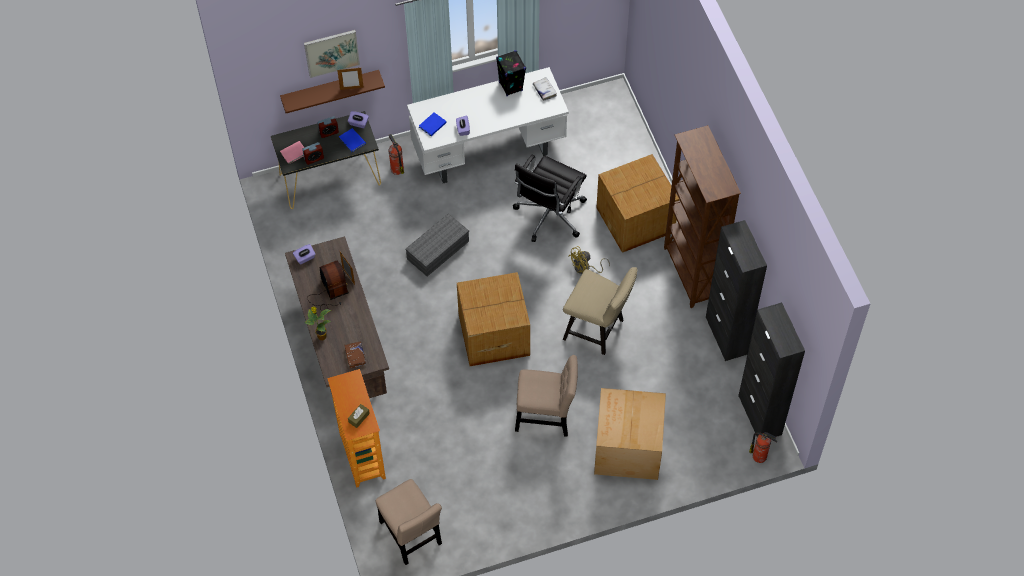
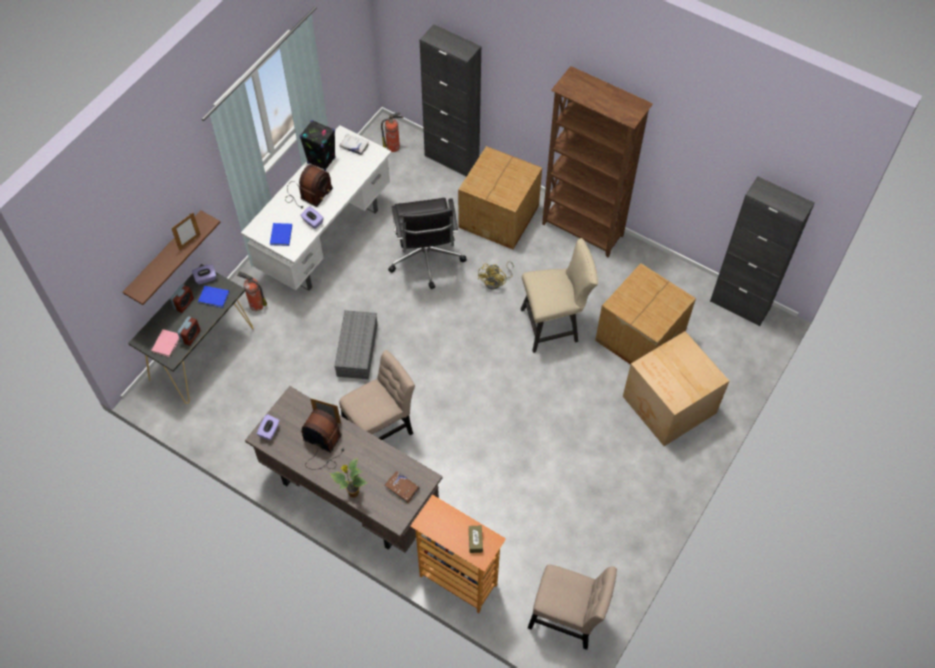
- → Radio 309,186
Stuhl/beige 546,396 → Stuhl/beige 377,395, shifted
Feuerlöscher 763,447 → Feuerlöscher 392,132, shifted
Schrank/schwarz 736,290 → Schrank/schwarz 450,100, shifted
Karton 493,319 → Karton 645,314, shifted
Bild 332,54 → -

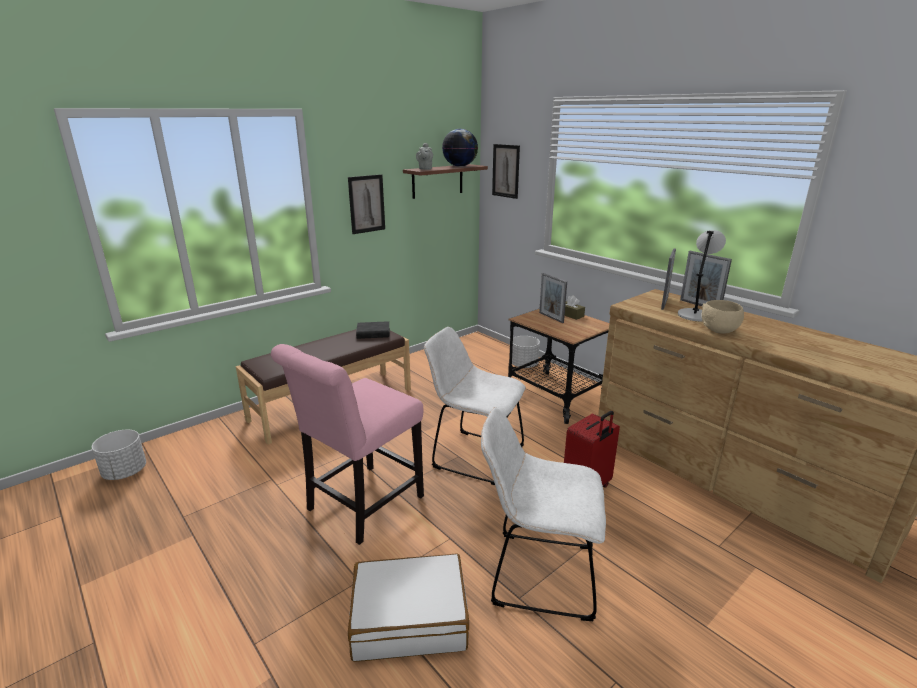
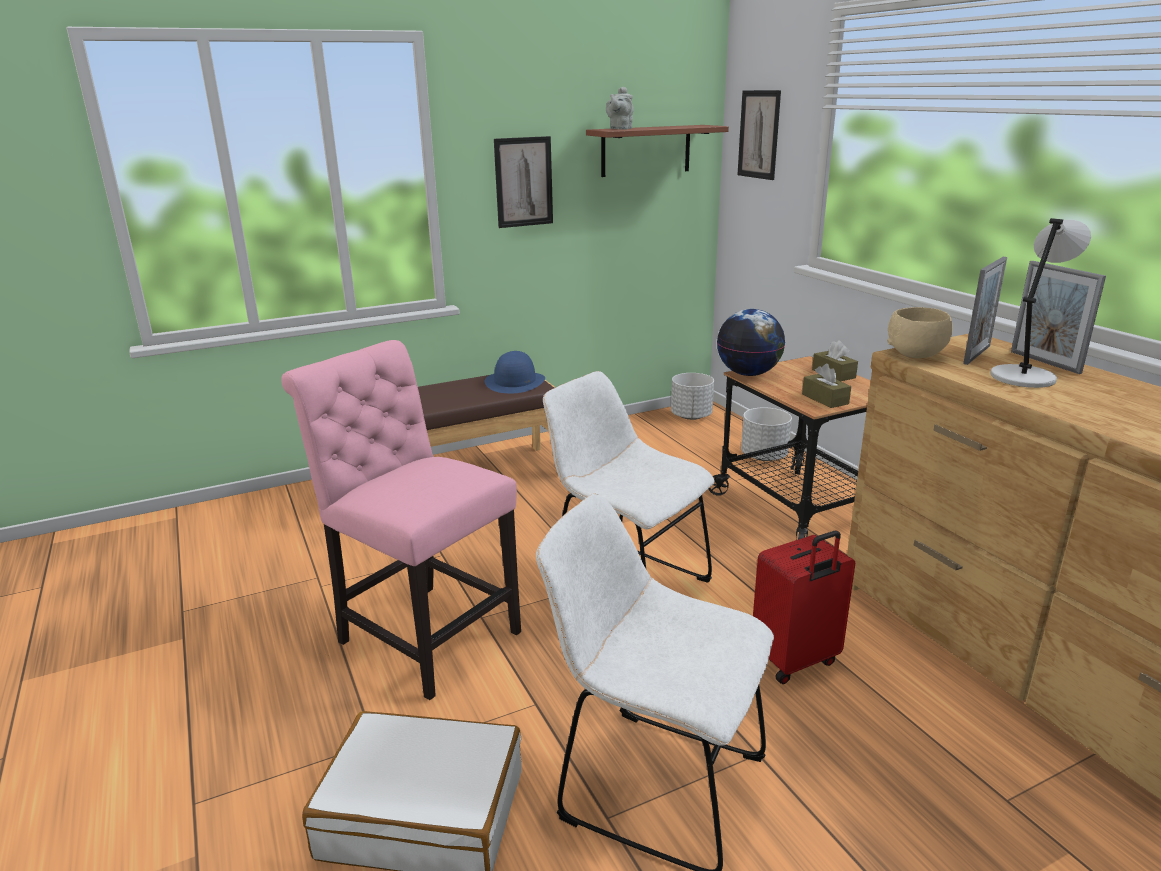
Stuhl/rosa 347,444 → Stuhl/rosa 401,520, 75 degrees clockwise
Buch/schwarz 373,330 → Hut/blau 515,372
Pflanzkübel/weiß 119,455 → Pflanzkübel/weiß 692,396, shifted
Globus 460,148 → Globus 751,342, shifted
- → Taschentuchbox/braun 826,386
Schüssel/beige 722,317 → Schüssel/beige 920,332, shifted
Bilderrahmen 553,298 → -

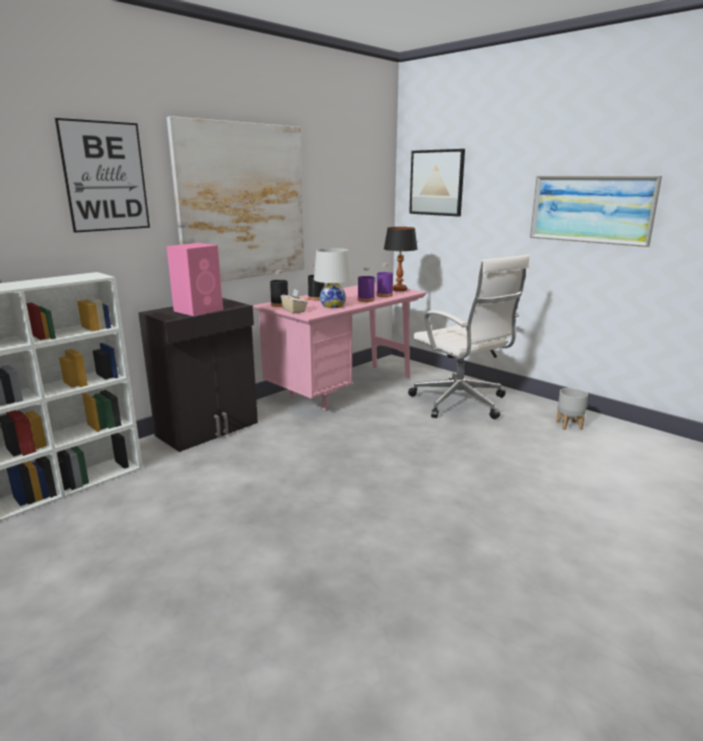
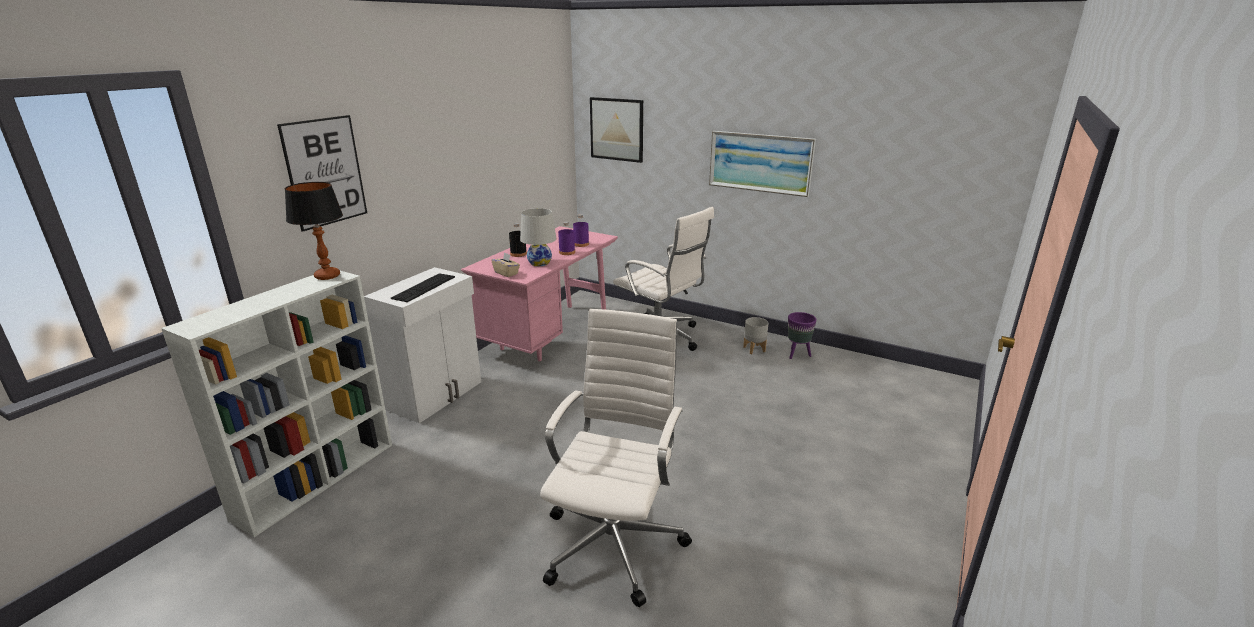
Tischlampe 401,259 → Tischlampe 314,231, shifted
Schrank/schwarz 198,375 → Schrank/weiß 422,345
Lautsprecher/rosa 195,279 → Tastatur 423,287
- → Bürostuhl/weiß 616,458
- → Pflanzkübel/lila 802,335
Bild 235,199 → -
Flasche/schwarz 279,288 → -

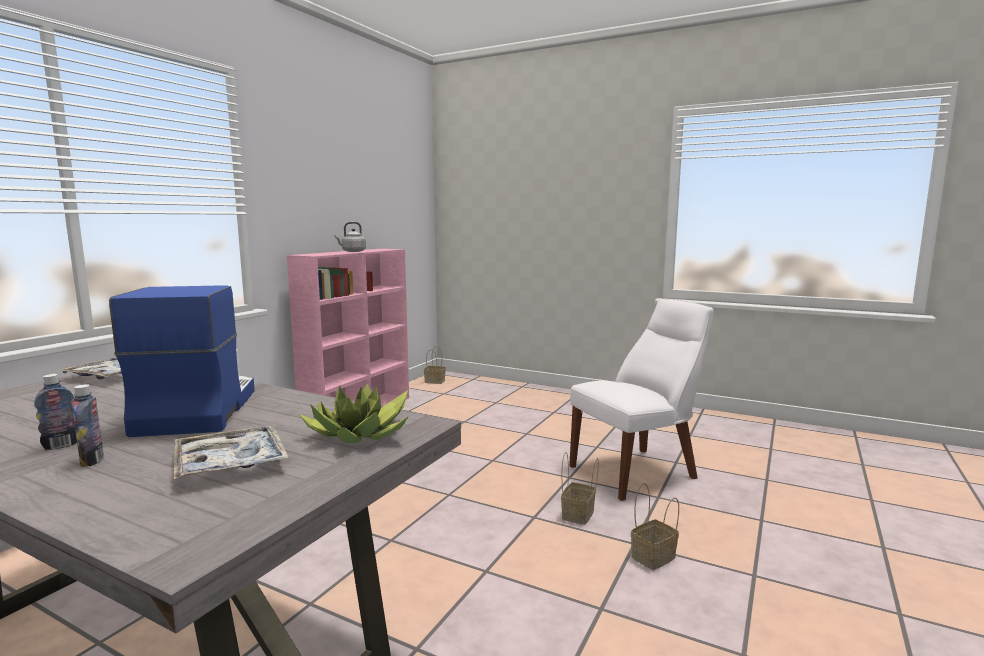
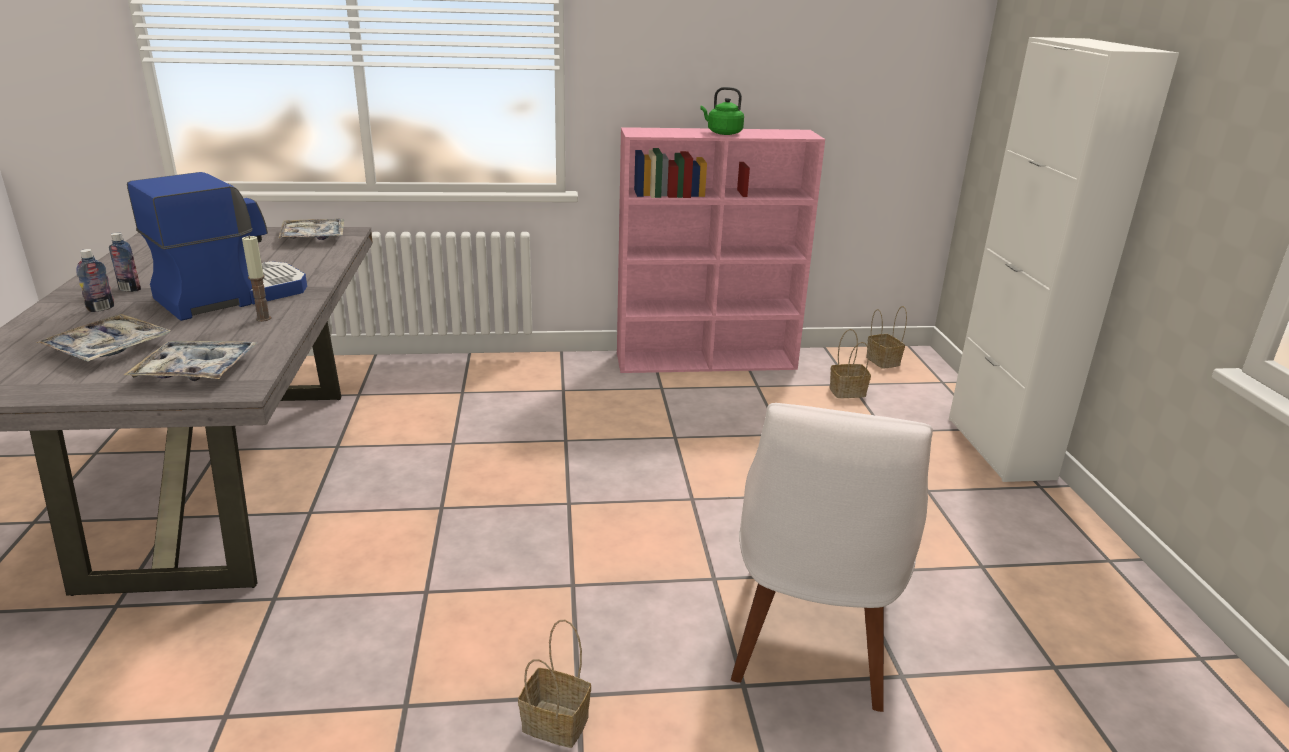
Topfpflanze 354,413 → Tablett 190,361
- → Kerze 256,278
Wasserkessel/grau 350,237 → Wasserkessel/grün 722,111
Stuhl/weiß 641,400 → Stuhl/weiß 832,557, 75 degrees clockwise
Korb 580,488 → Korb 850,363, shifted
- → Schrank/weiß 1064,259

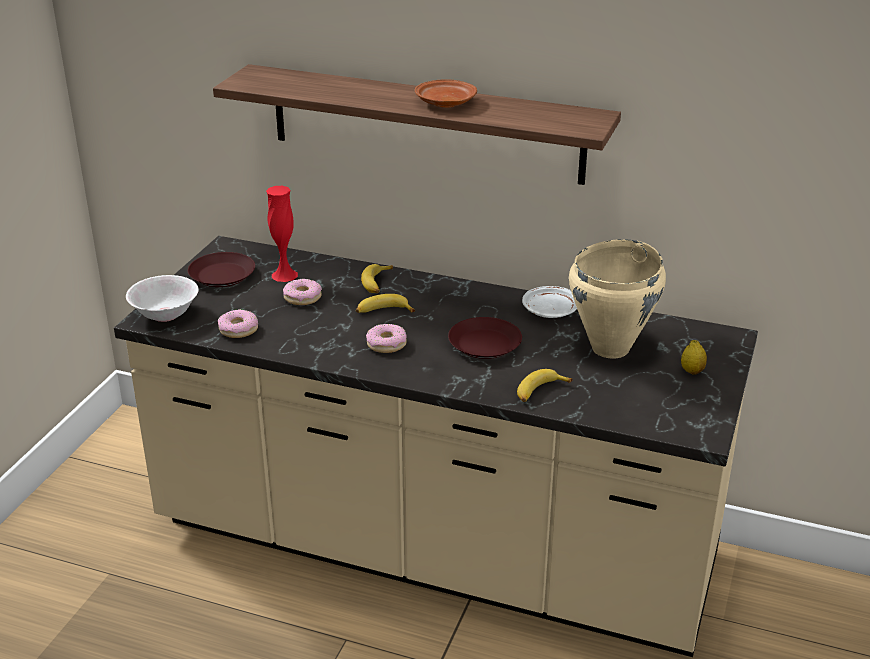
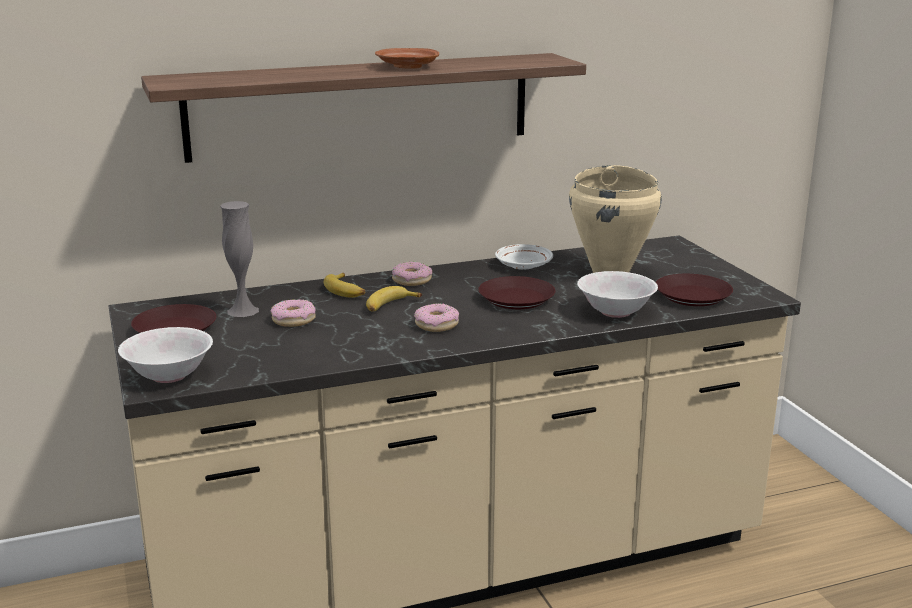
Vase/rot 282,234 → Vase/grau 239,259
Donut 238,323 → Donut 412,274, shifted
Banane 545,385 → Schüssel/weiß 617,294
- → Teller/braun 694,290
Zitrone 694,357 → -

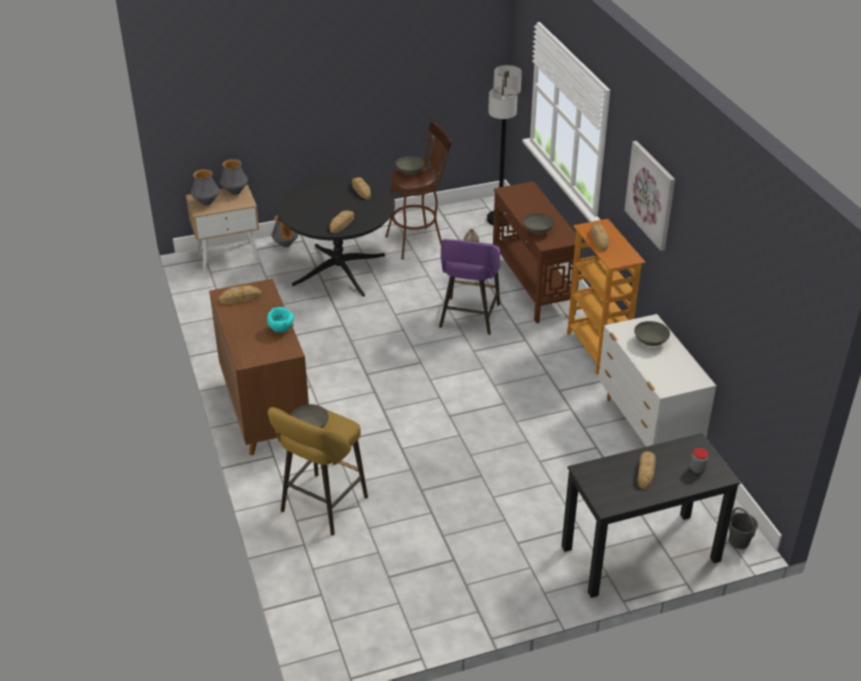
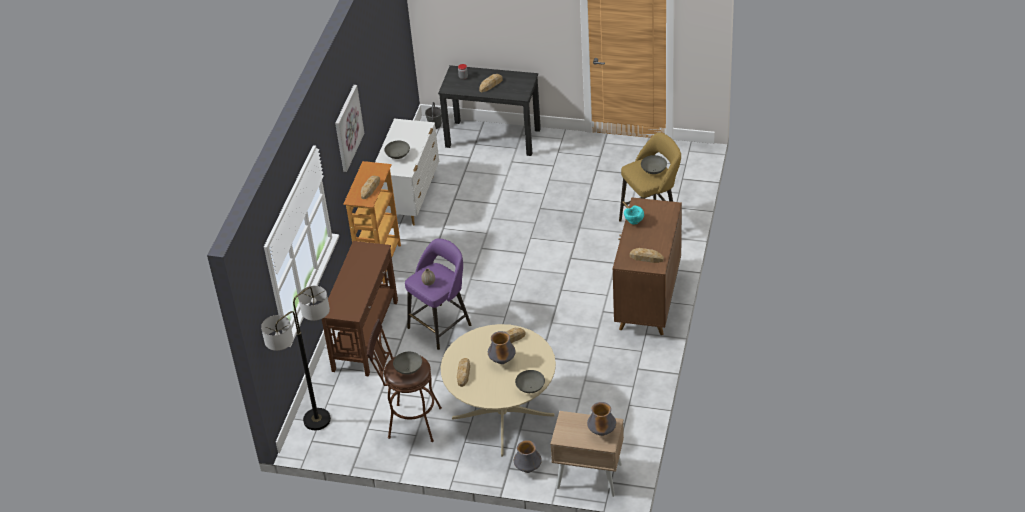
Esstisch/schwarz 336,236 → Esstisch/beige 498,390
Vase 234,177 → Vase 502,347, shifted
Schüssel/grau 538,223 → Schüssel/grau 530,381, shifted

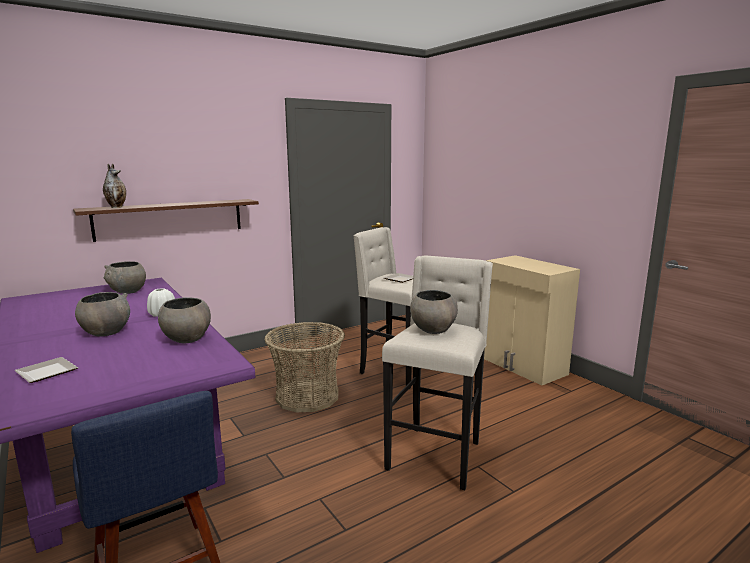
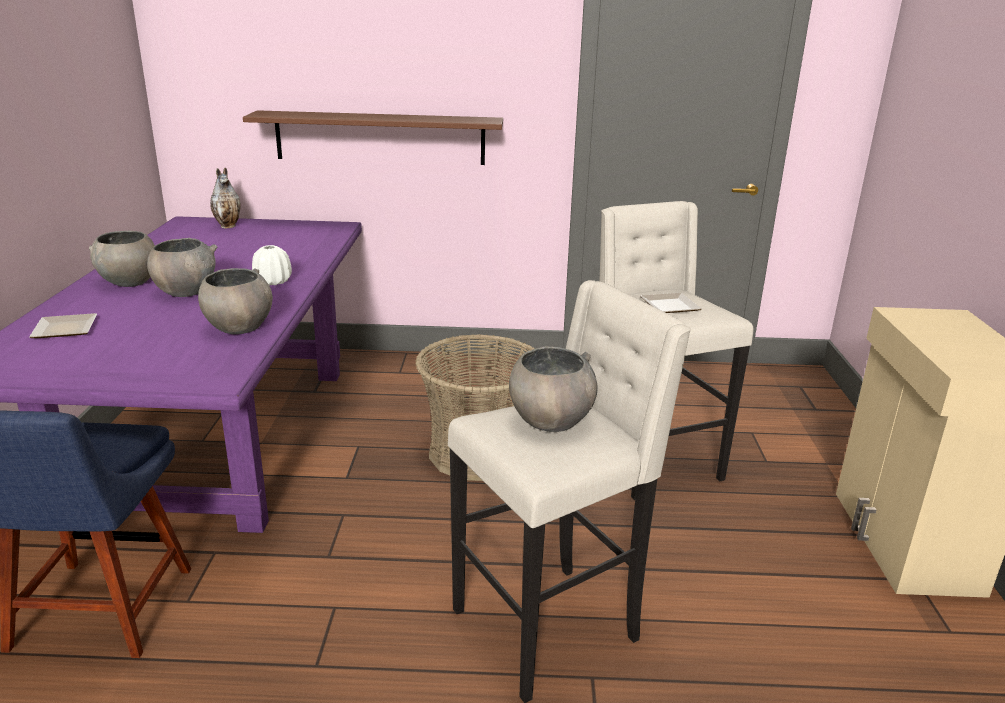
Schüssel/grau 124,277 → Schüssel/grau 122,259, shifted
Vase 114,185 → Vase 225,198, shifted

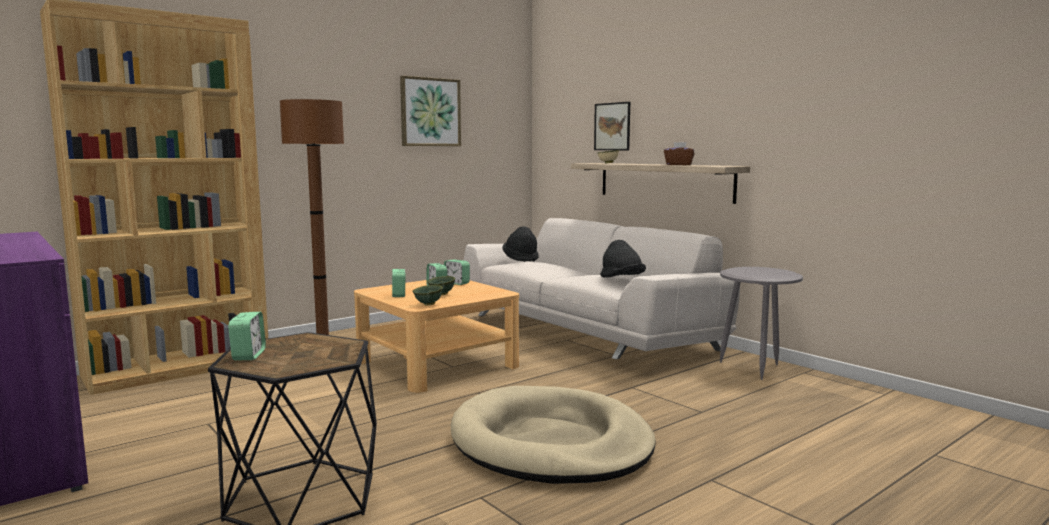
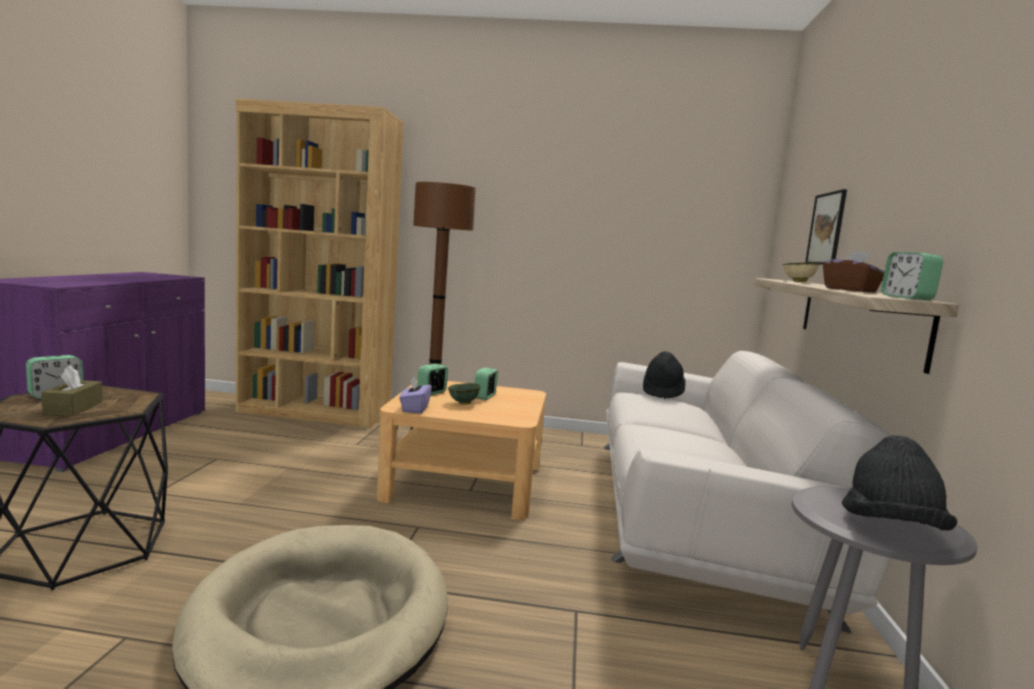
- → Taschentuchbox/braun 71,390
Schüssel/grün 427,295 → Taschentuchbox/lila 415,395
Hut/schwarz 623,259 → Hut/schwarz 900,483, shifted
Wecker 457,272 → Wecker 912,276, shifted
Bild 430,111 → -

